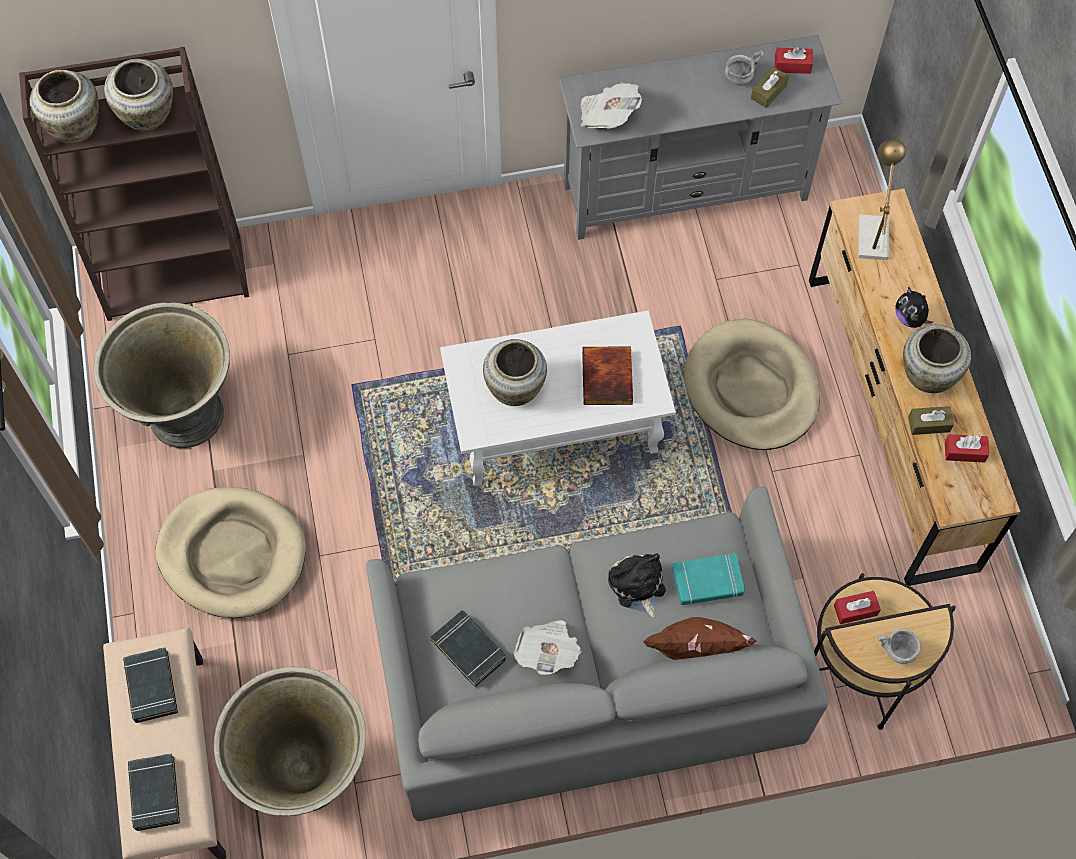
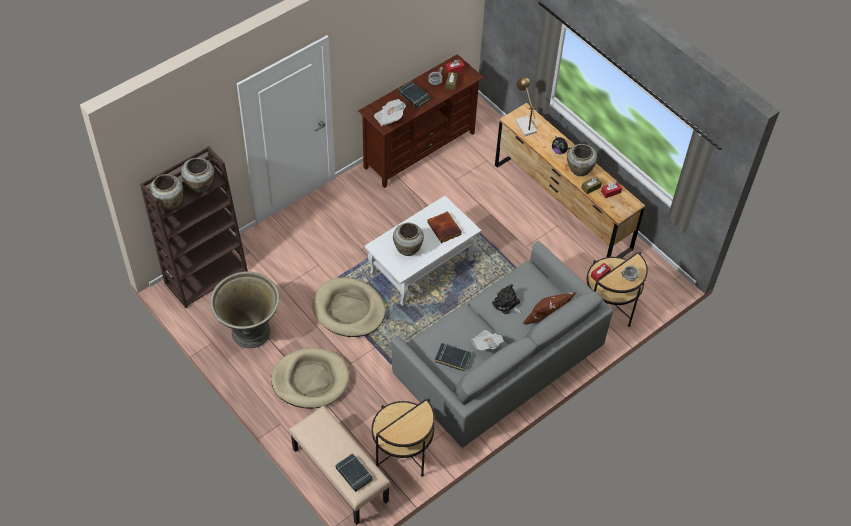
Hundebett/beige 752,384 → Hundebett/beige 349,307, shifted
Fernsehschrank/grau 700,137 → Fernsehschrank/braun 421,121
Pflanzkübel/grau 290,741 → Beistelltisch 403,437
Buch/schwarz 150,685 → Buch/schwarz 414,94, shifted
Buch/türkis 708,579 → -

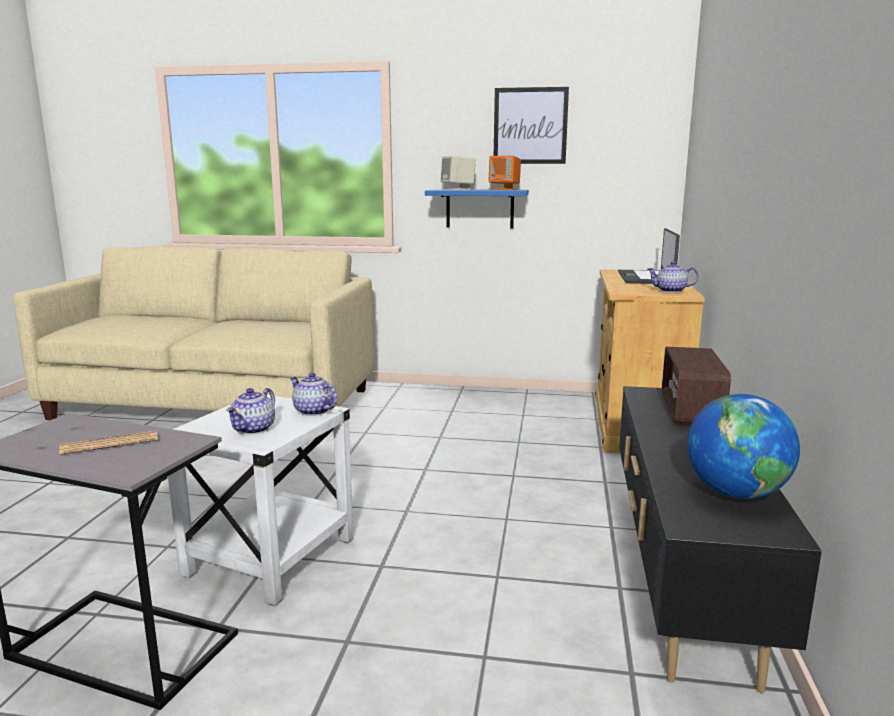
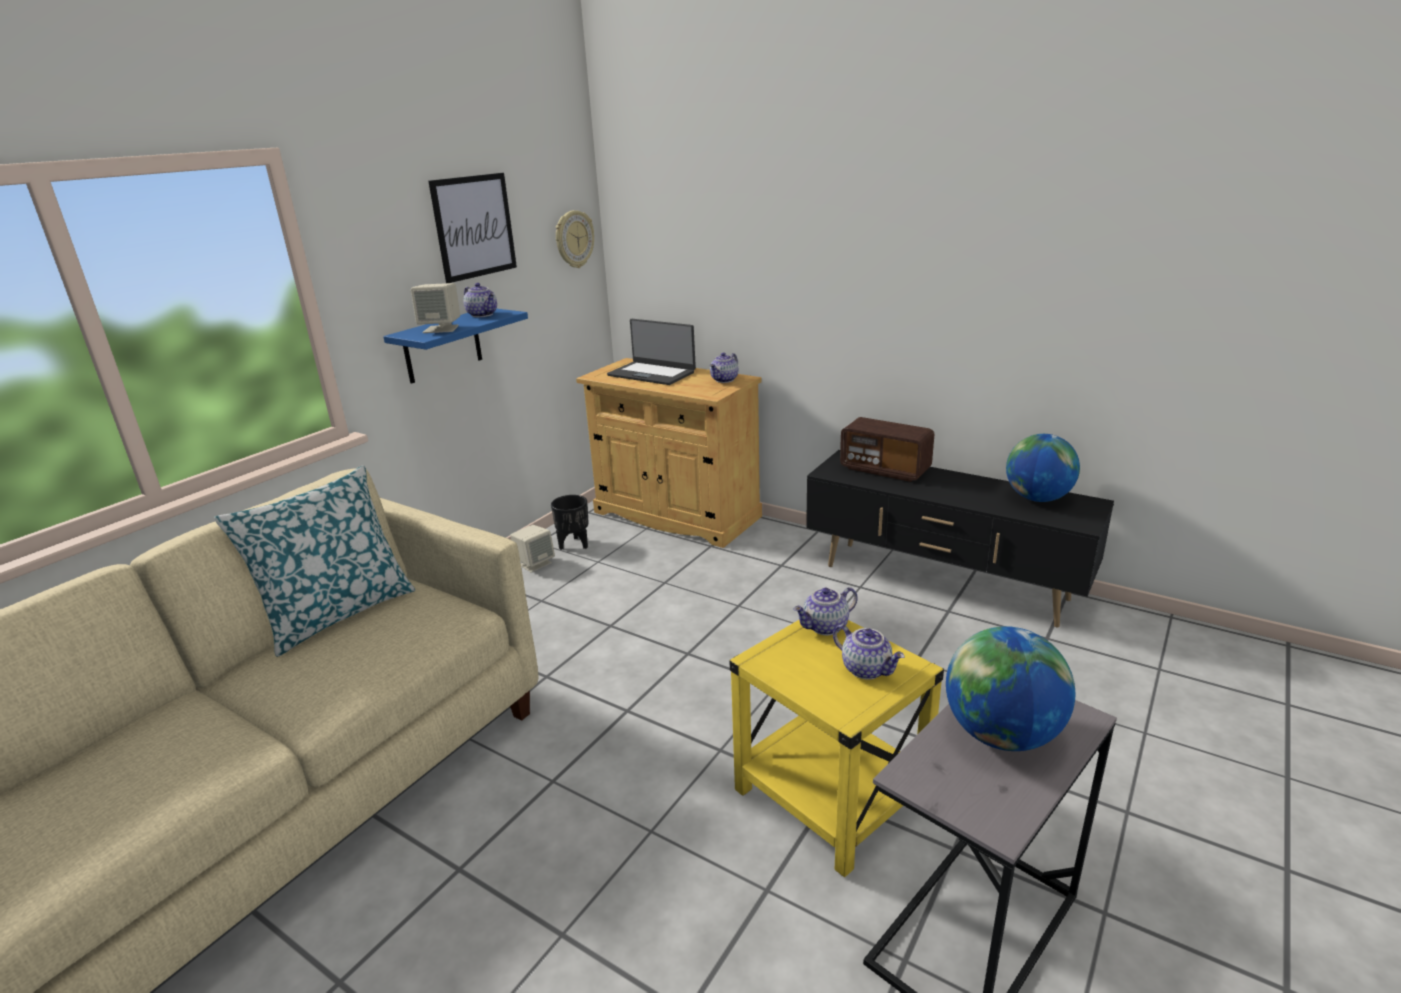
- → Kissen 314,561
Lautsprecher/orange 504,173 → Teekanne 480,300
- → Lautsprecher/beige 532,549
- → Pflanzkübel/schwarz 570,522
- → Wanduhr 575,239
Beistelltisch/weiß 261,500 → Beistelltisch/gelb 836,748
Zeitung 108,443 → Globus 1010,688

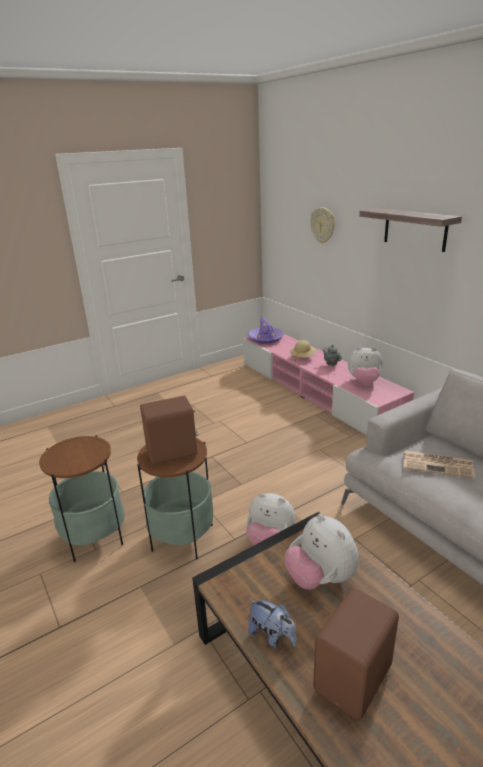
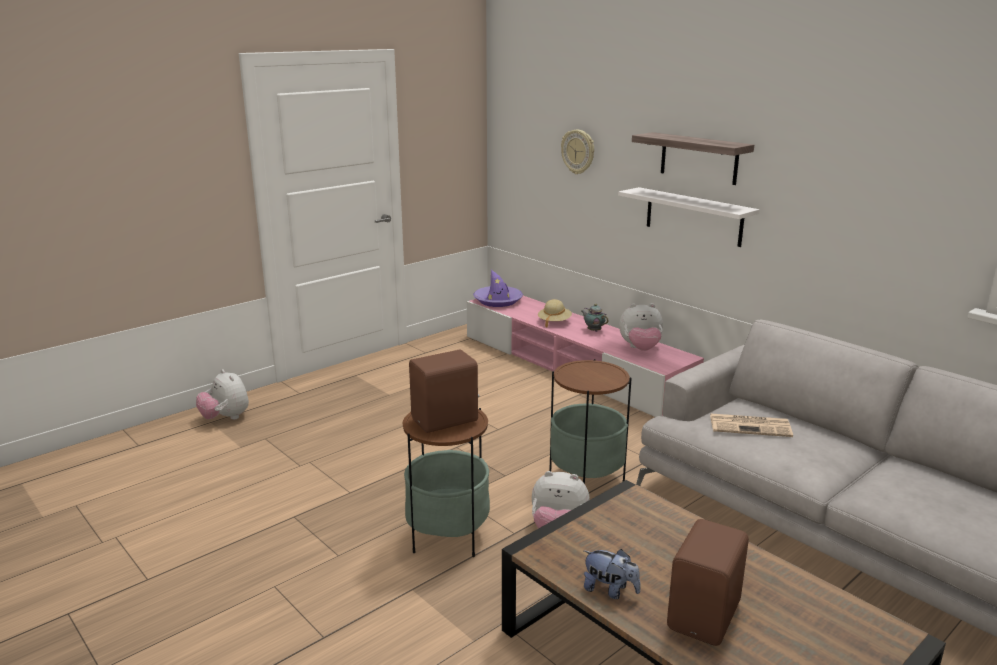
Plüschtier 322,551 → Plüschtier 222,394, shifted
Beistelltisch 81,498 → Beistelltisch 590,421, shifted
- → Wandregal/weiß 688,217

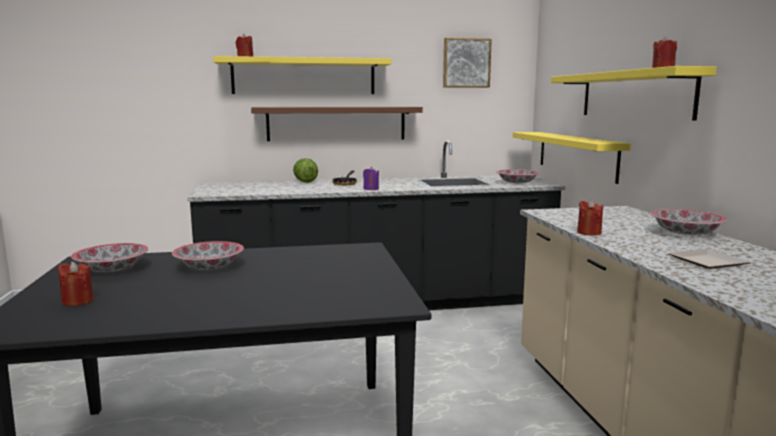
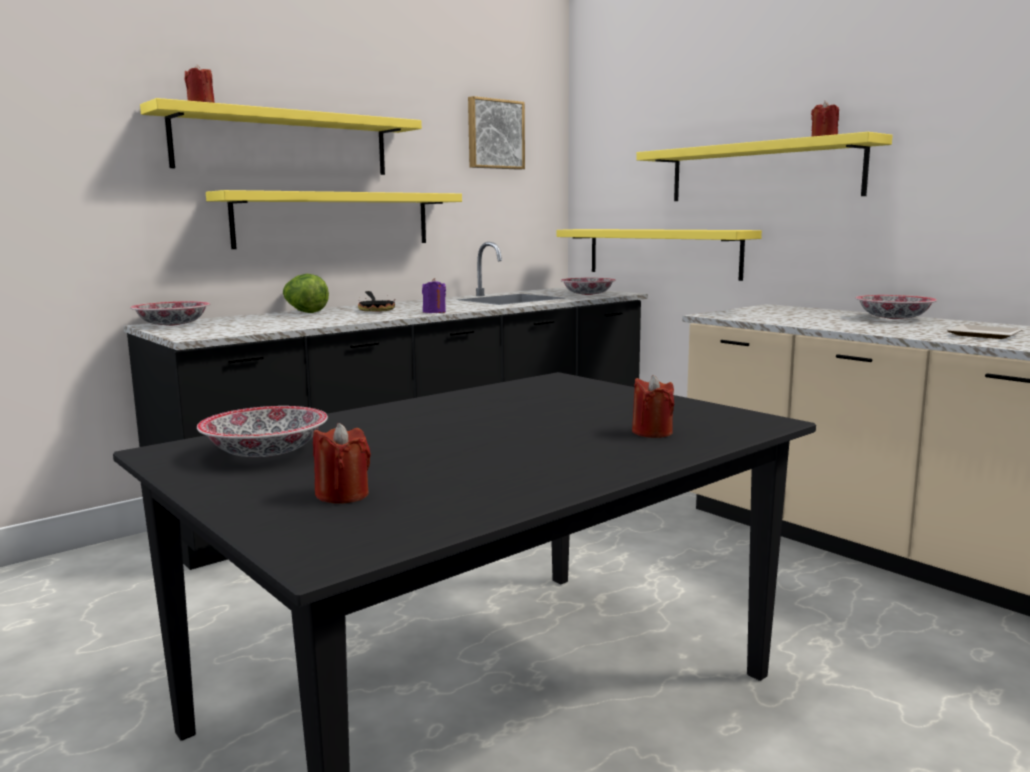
Schüssel 208,255 → Schüssel 170,313, shifted
Wandregal/braun 337,124 → Wandregal/gelb 334,219
Kerze/rot 590,218 → Kerze/rot 653,406, shifted

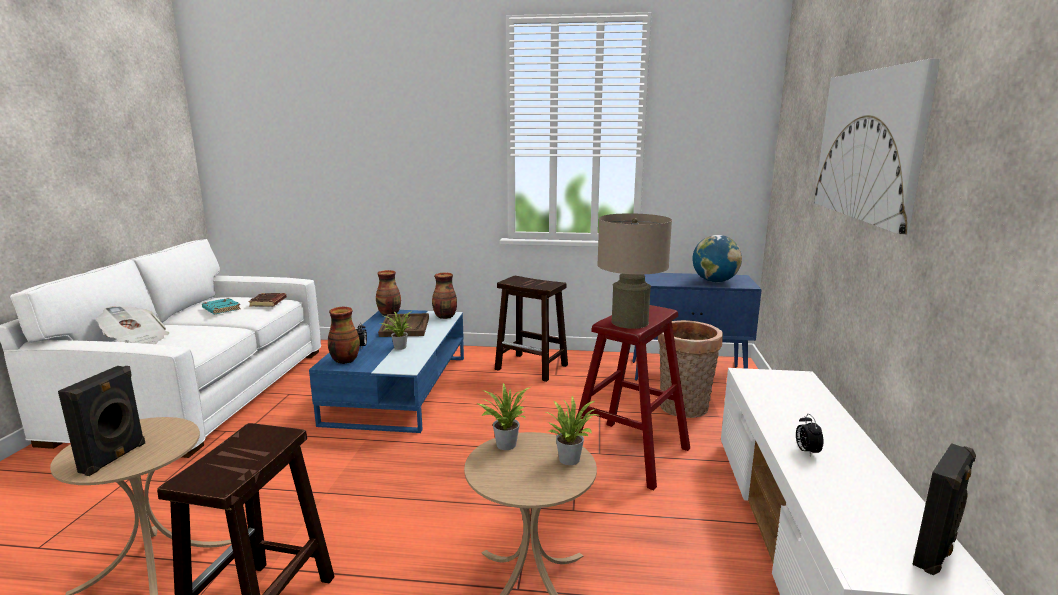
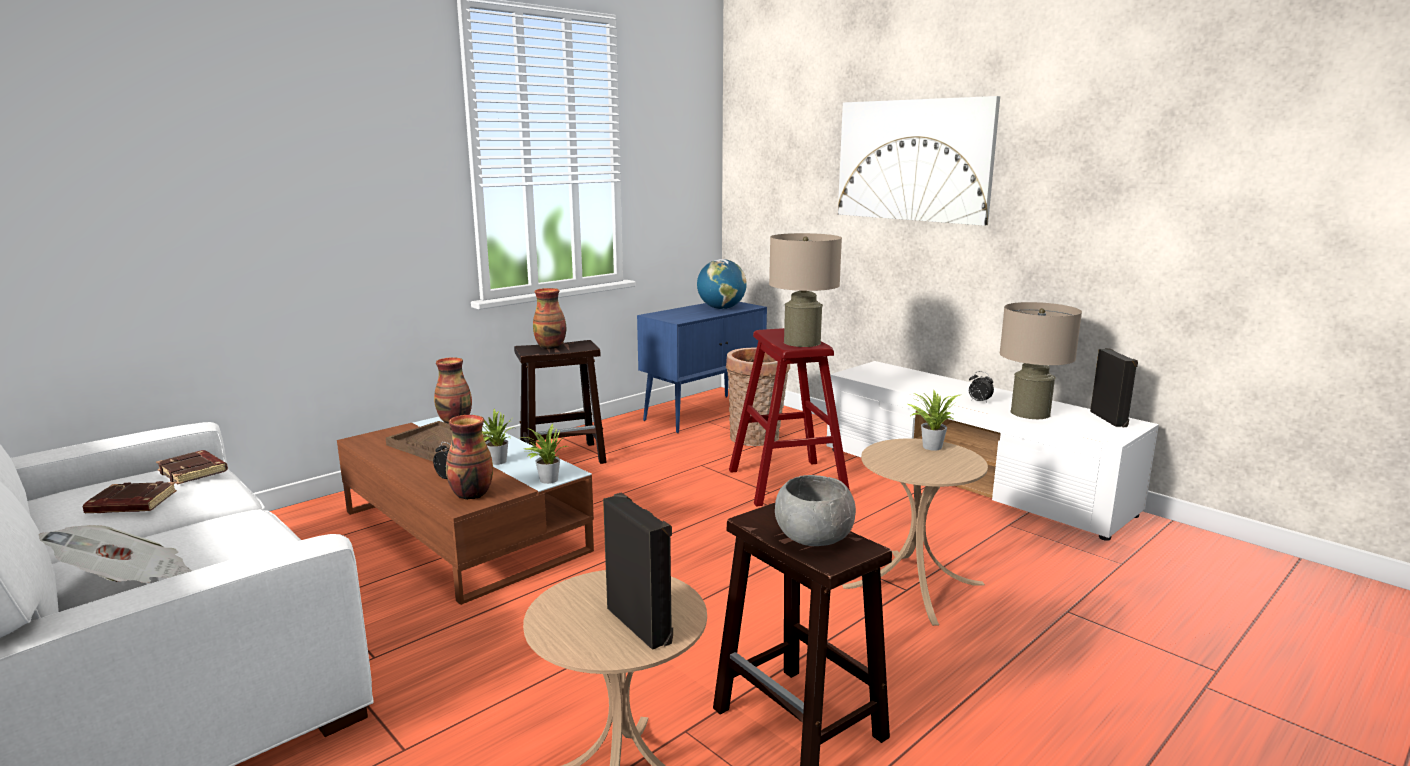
Buch/türkis 221,306 → Buch/braun 130,497
Couchtisch/blau 386,371 → Couchtisch/braun 465,511
Topfpflanze 504,416 → Topfpflanze 546,454, shifted
Vase 388,293 → Vase 550,318, shifted
- → Schüssel/grau 815,510
- → Tischlampe/beige 1041,360

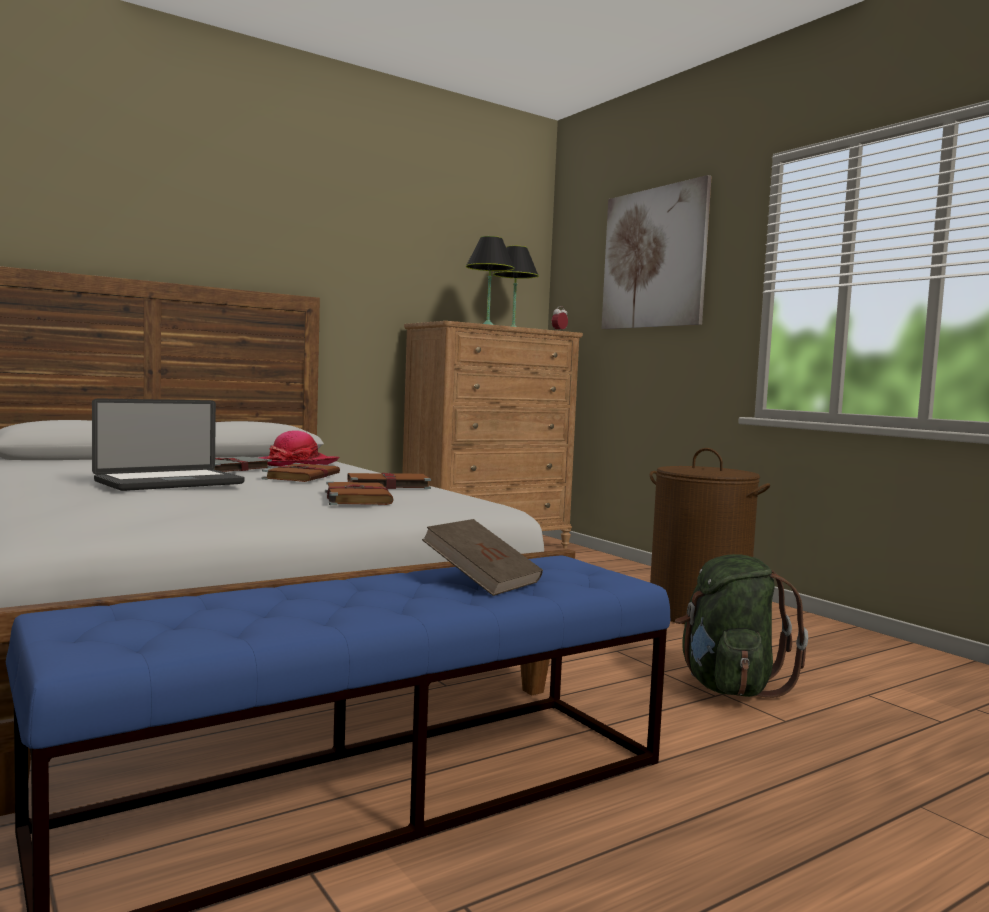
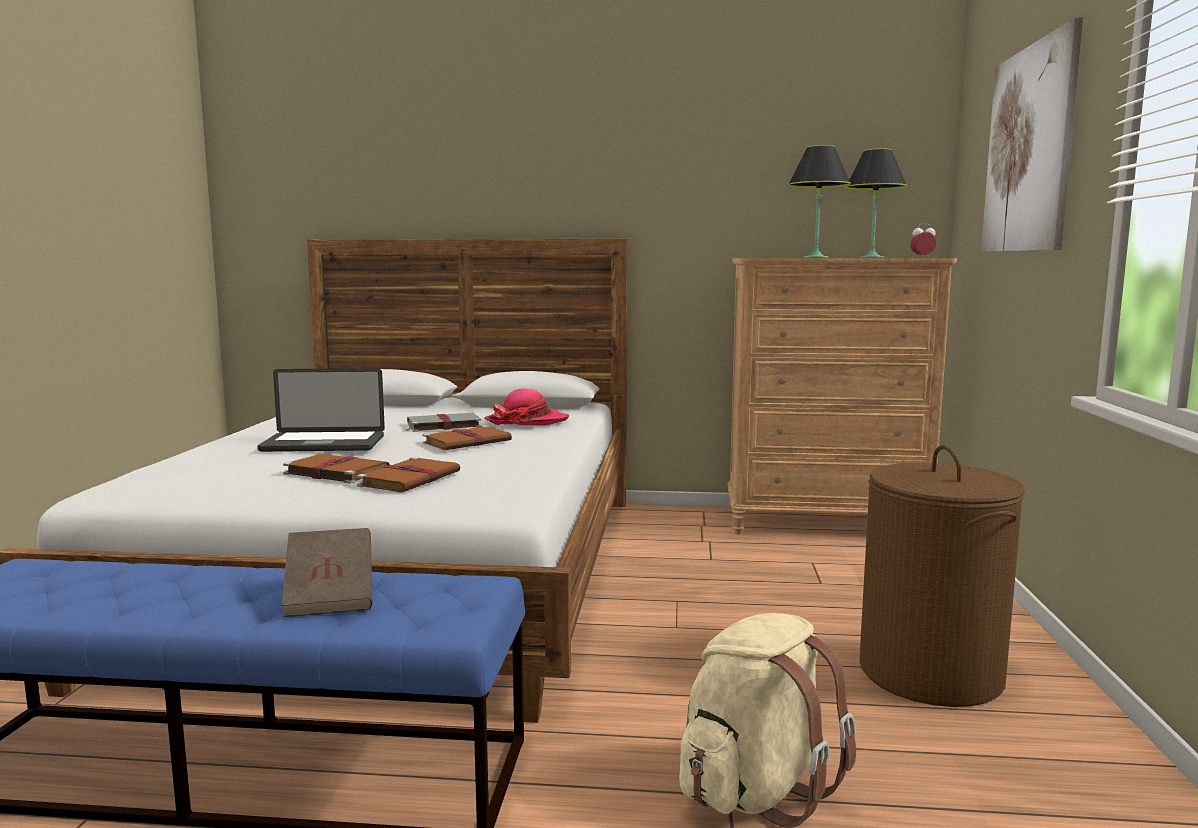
Buch/braun 389,481 → Buch/braun 336,469, shifted
Rucksack/grün 741,626 → Rucksack/beige 767,720

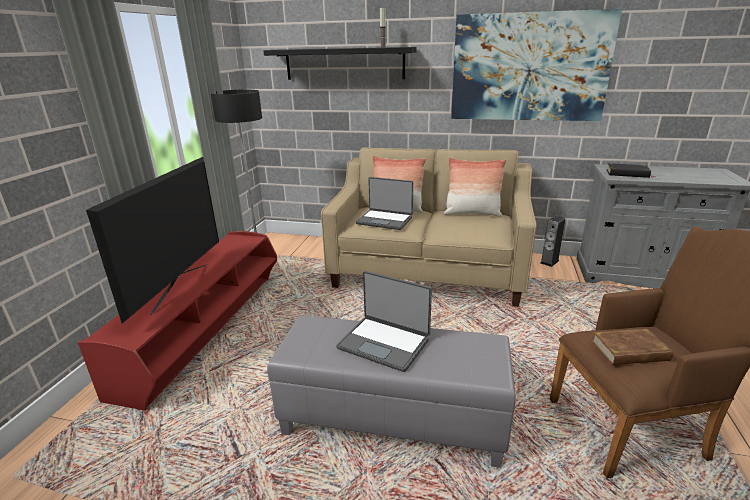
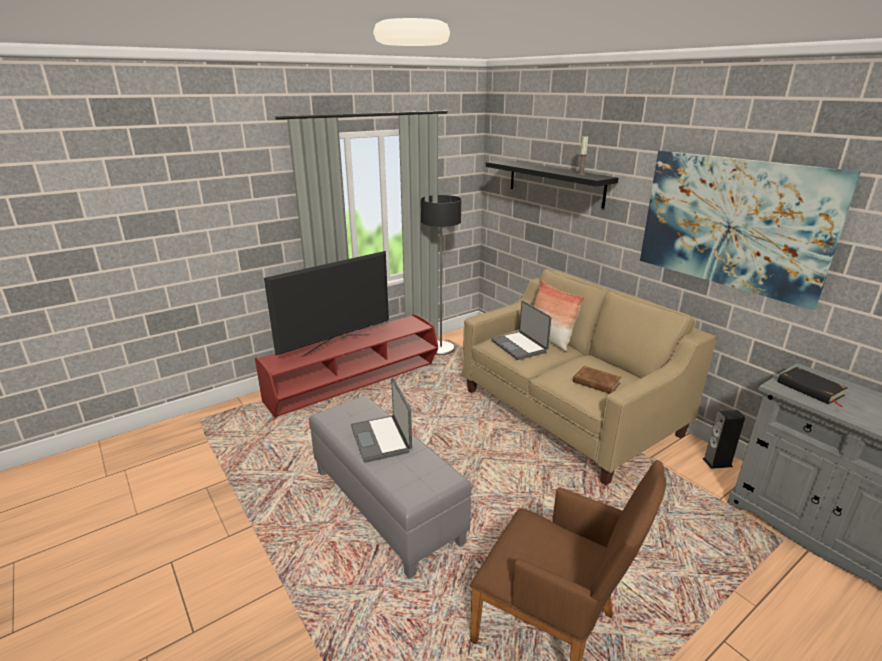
Buch/braun 632,347 → Buch/braun 597,380, shifted
Kissen 475,187 → -

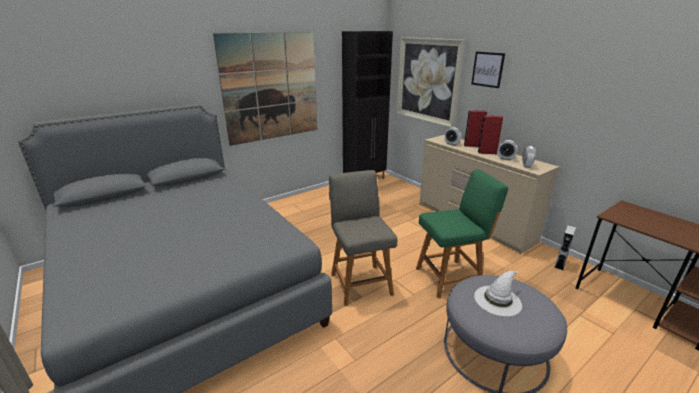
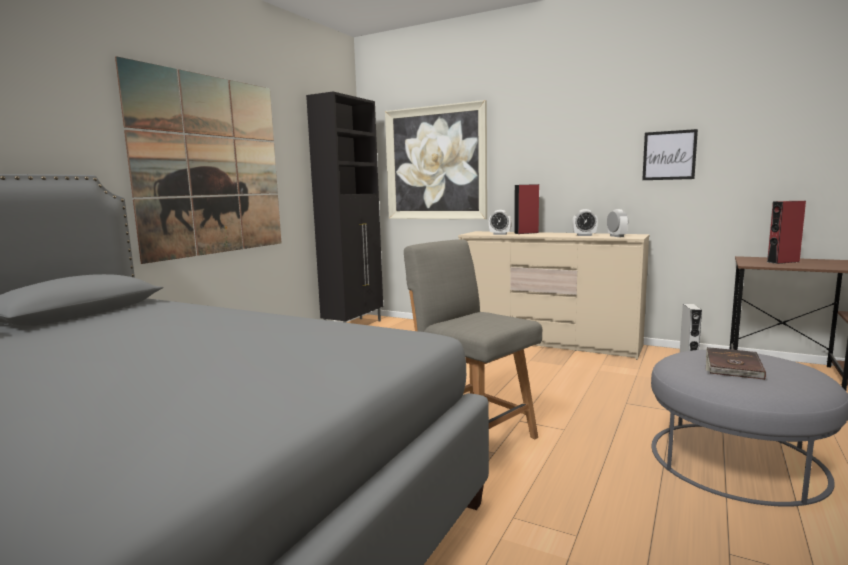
Bild 488,70 → Bild 670,154, shifted
Hut/weiß 498,293 → Buch/braun 736,363
Lautsprecher/rot 490,135 → Lautsprecher/rot 786,232, shifted
Stuhl/grün 462,234 → -

